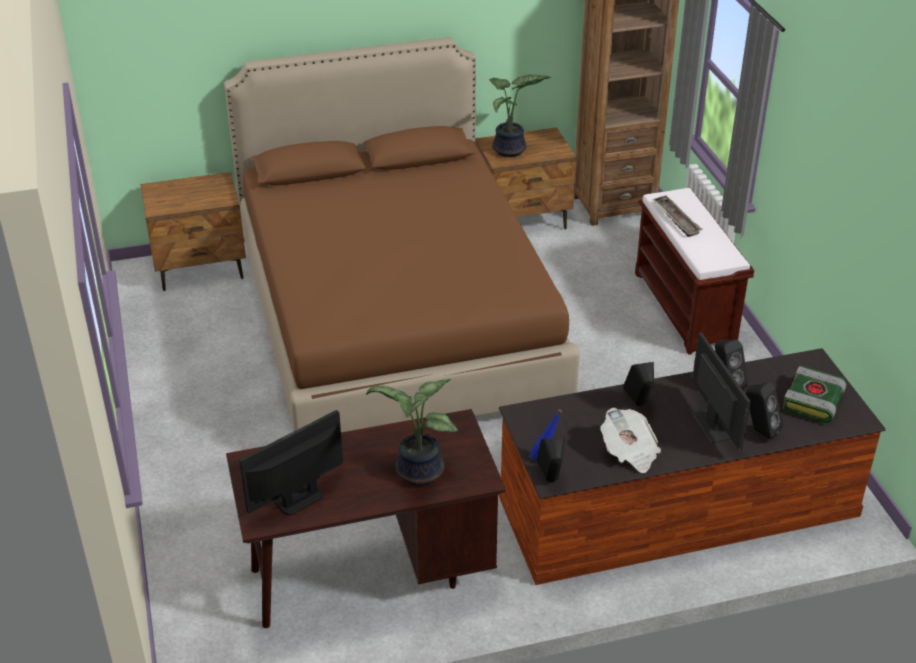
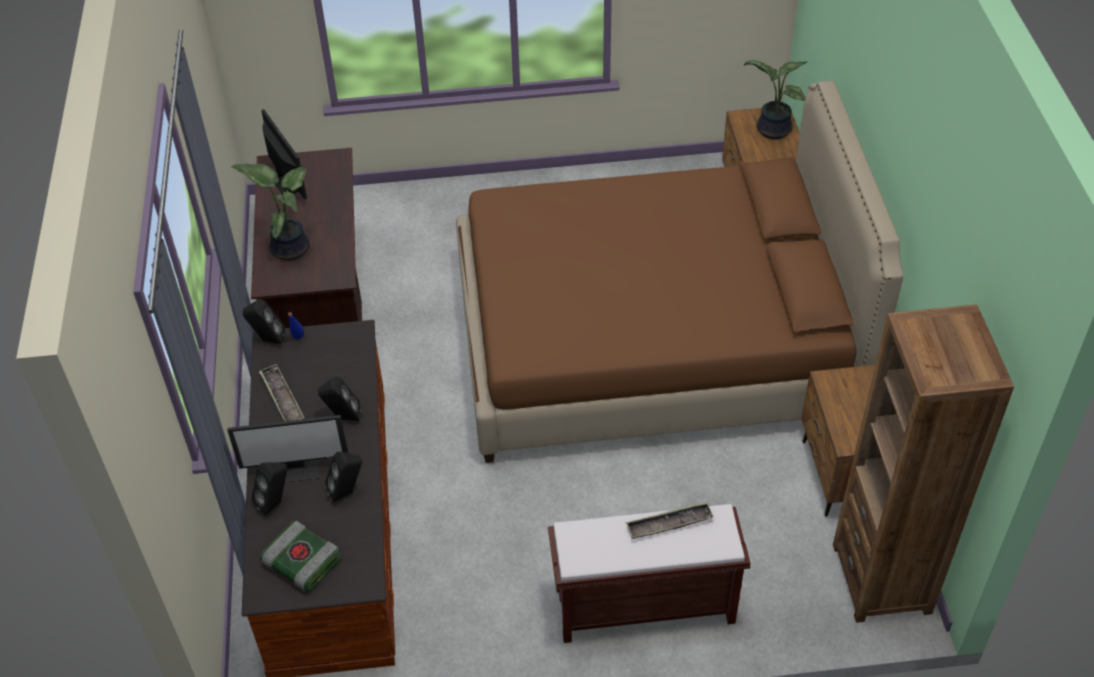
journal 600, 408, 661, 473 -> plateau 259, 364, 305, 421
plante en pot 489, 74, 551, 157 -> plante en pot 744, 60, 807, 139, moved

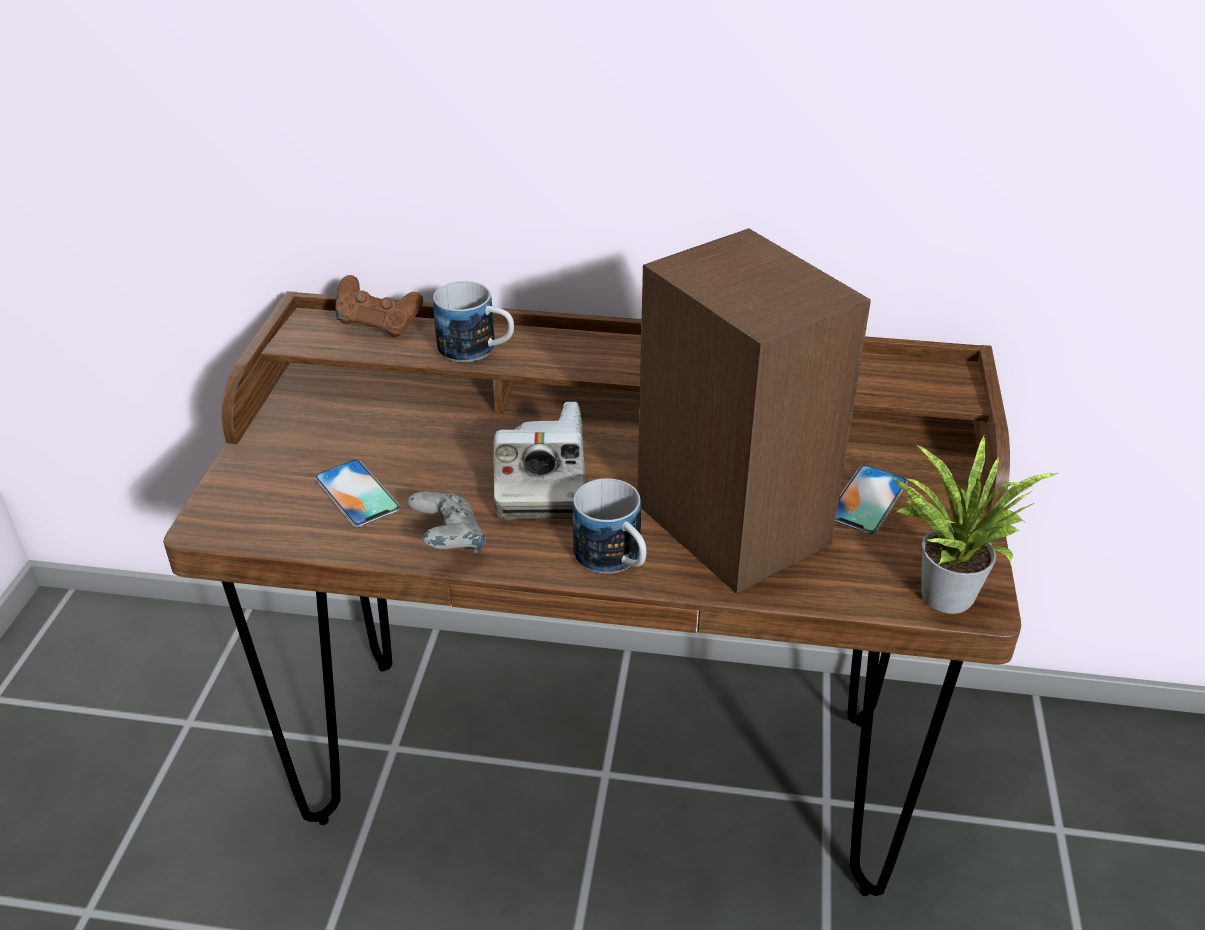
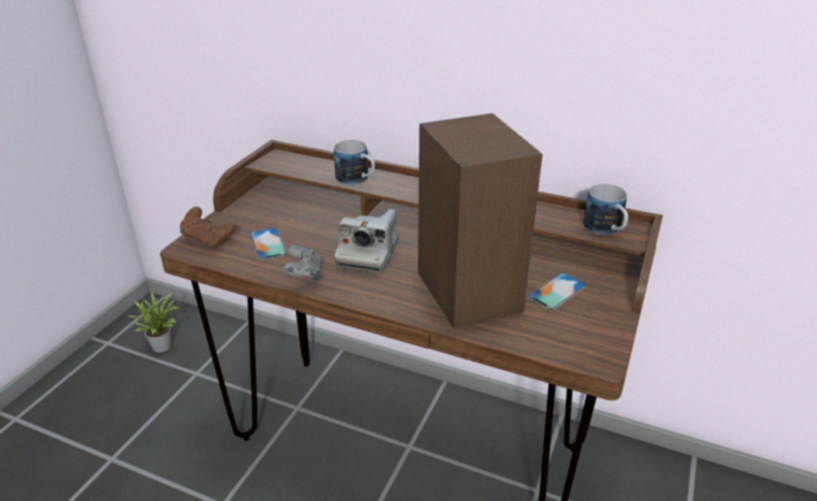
plante en pot 893, 436, 1061, 614 -> plante en pot 127, 291, 180, 352, moved
manette (marron) 335, 275, 423, 337 -> manette (marron) 180, 207, 236, 249, moved
mug 573, 478, 646, 574 -> mug 583, 184, 628, 235, moved

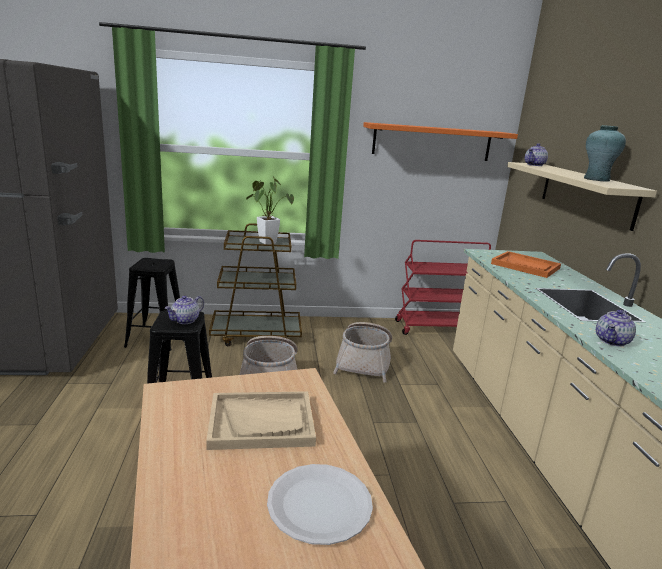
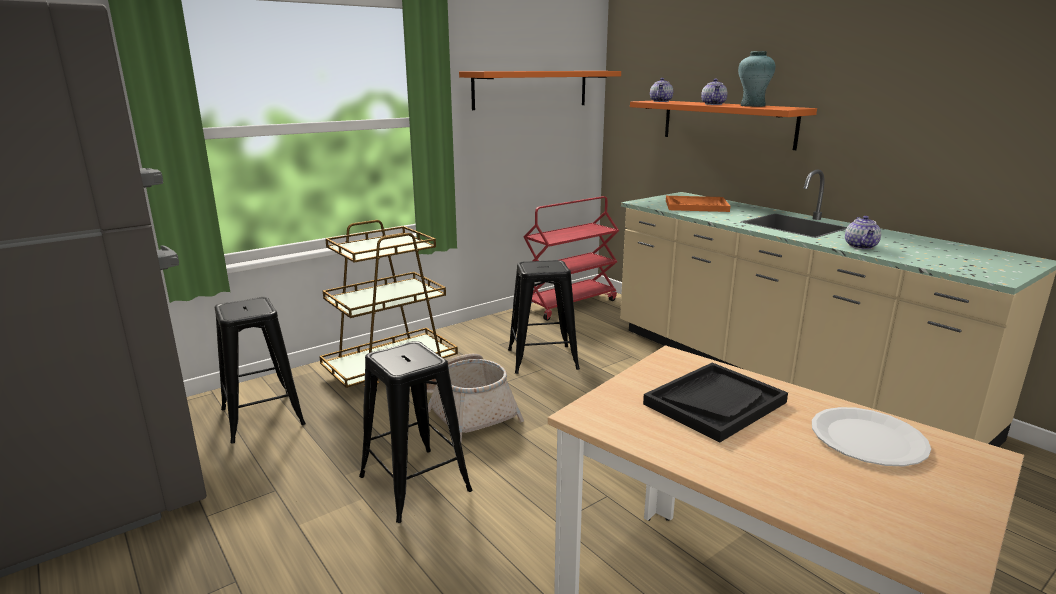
panier 333, 322, 392, 383 -> tabouret (noir) 508, 260, 580, 374
étagère (beige) 507, 162, 657, 231 -> étagère (orange) 630, 101, 817, 150
plateau (beige) 206, 391, 316, 450 -> plateau (noir) 643, 362, 788, 442
théière 165, 296, 204, 324 -> théière 701, 79, 727, 105, moved
plante en pot 246, 176, 294, 244 -> none

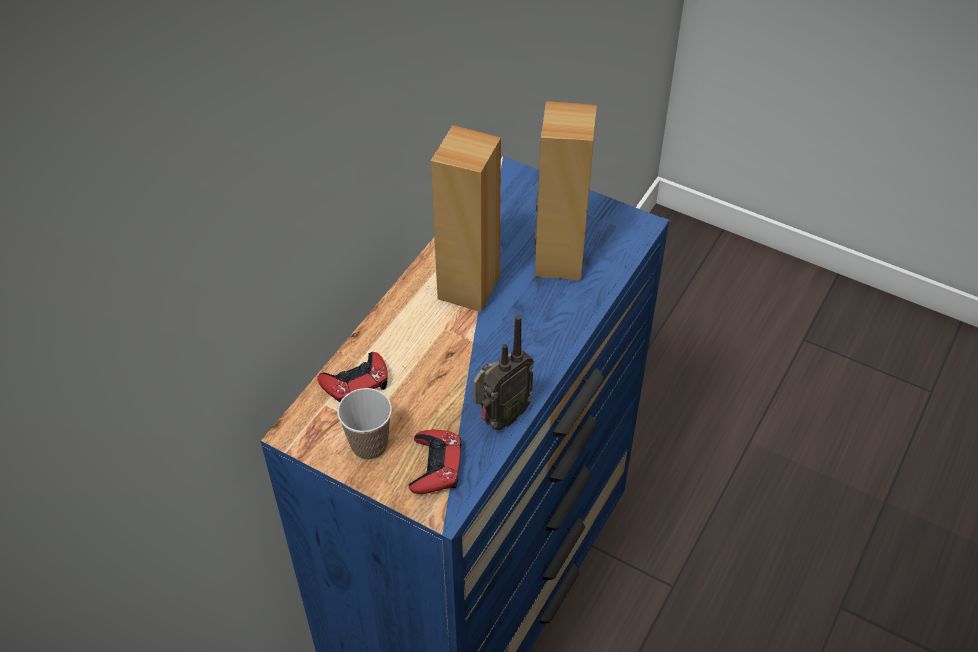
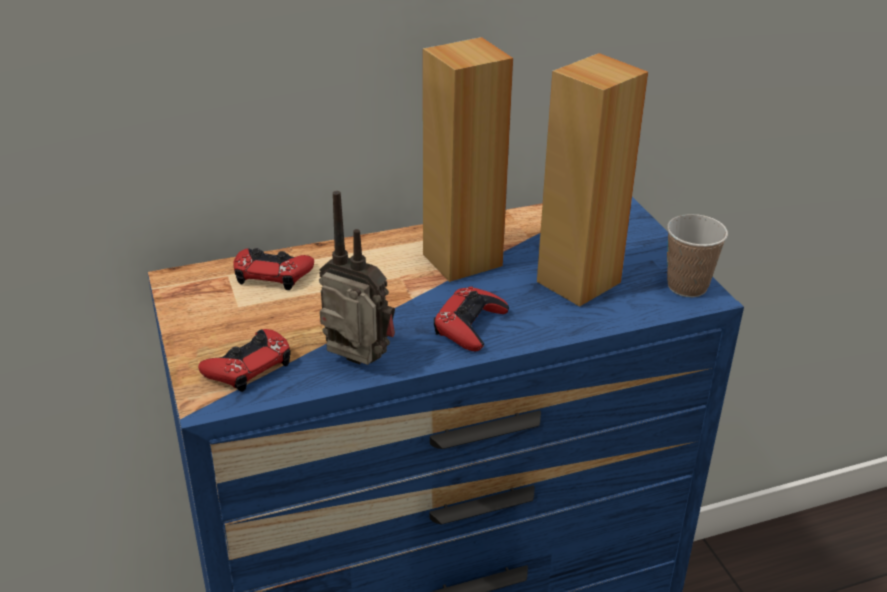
radio 473, 315, 534, 430 -> radio 319, 191, 395, 365, 150 degrees counterclockwise
none -> manette (rouge) 434, 286, 509, 352
tasse 337, 388, 392, 460 -> tasse 667, 214, 728, 297, moved

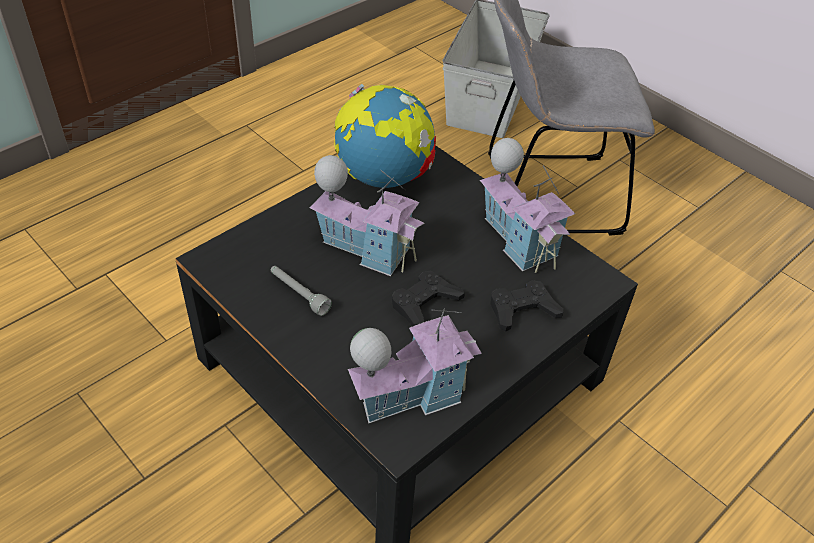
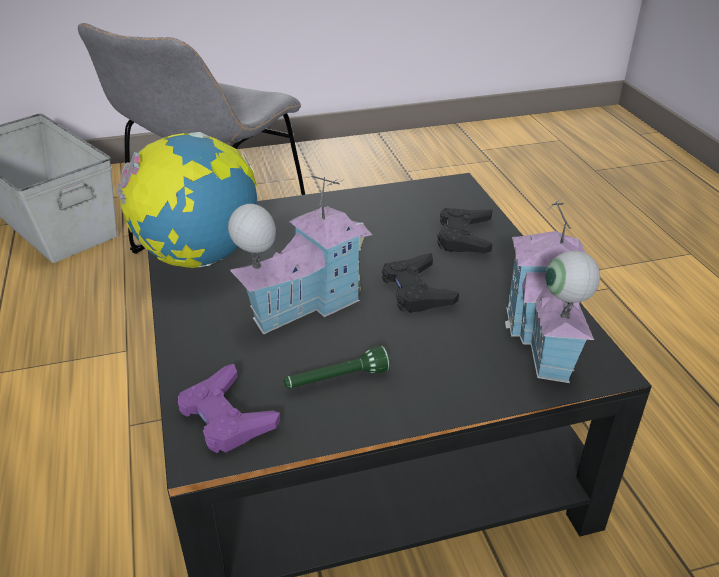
none -> manette (violet) 178, 364, 280, 453
lampe de poche (gris) 271, 266, 332, 316 -> lampe de poche (vert) 284, 345, 390, 388
maison miniature 480, 138, 575, 273 -> none

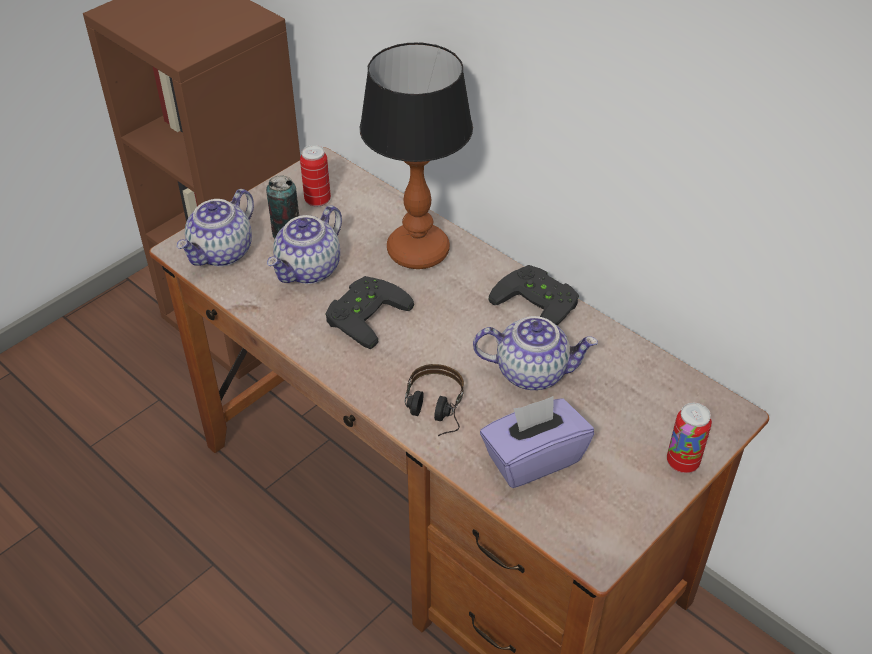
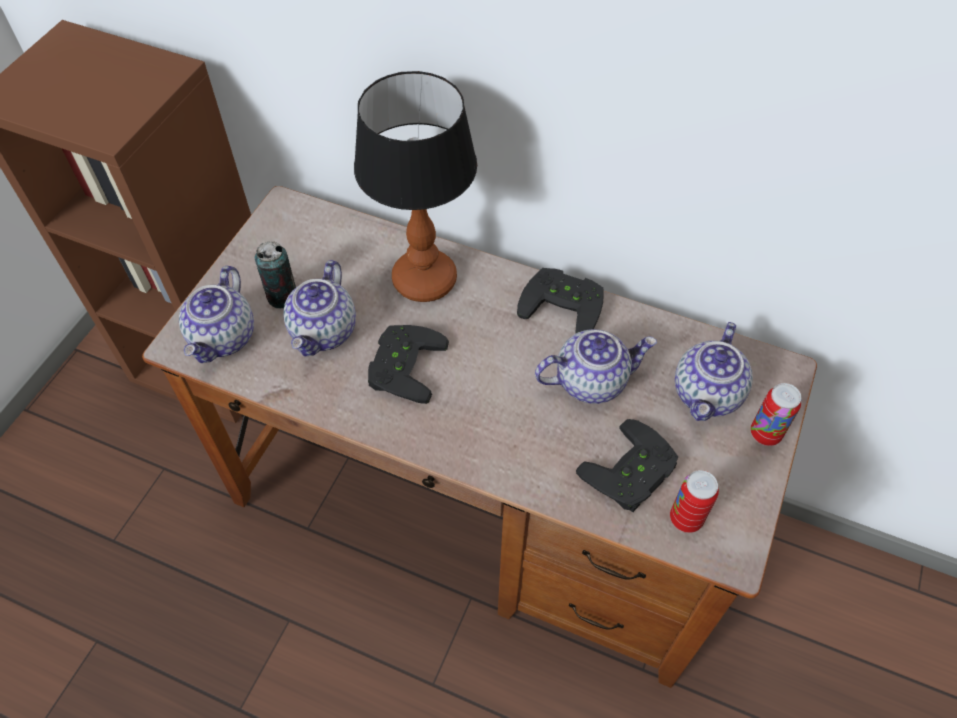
boîte à mouchoirs (violet) 480, 396, 594, 488 -> manette (noir) 576, 419, 678, 512
boîte métallique 300, 145, 331, 207 -> boîte métallique 670, 470, 719, 533, moved
none -> théière 675, 322, 753, 421
casque audio 404, 364, 464, 437 -> none

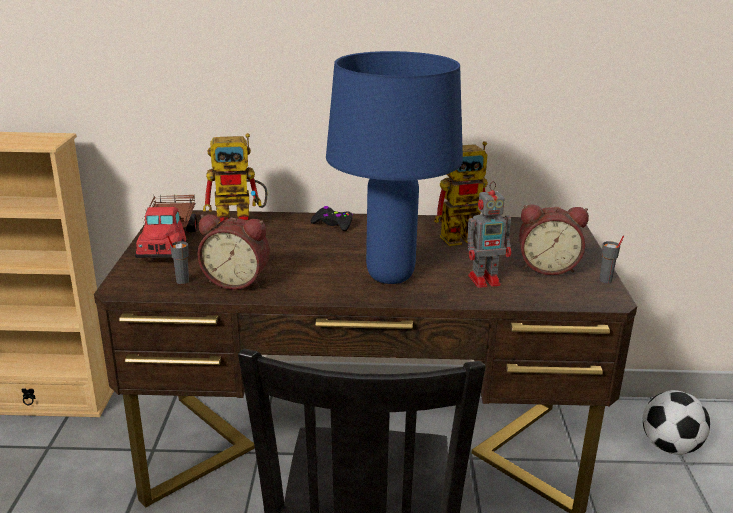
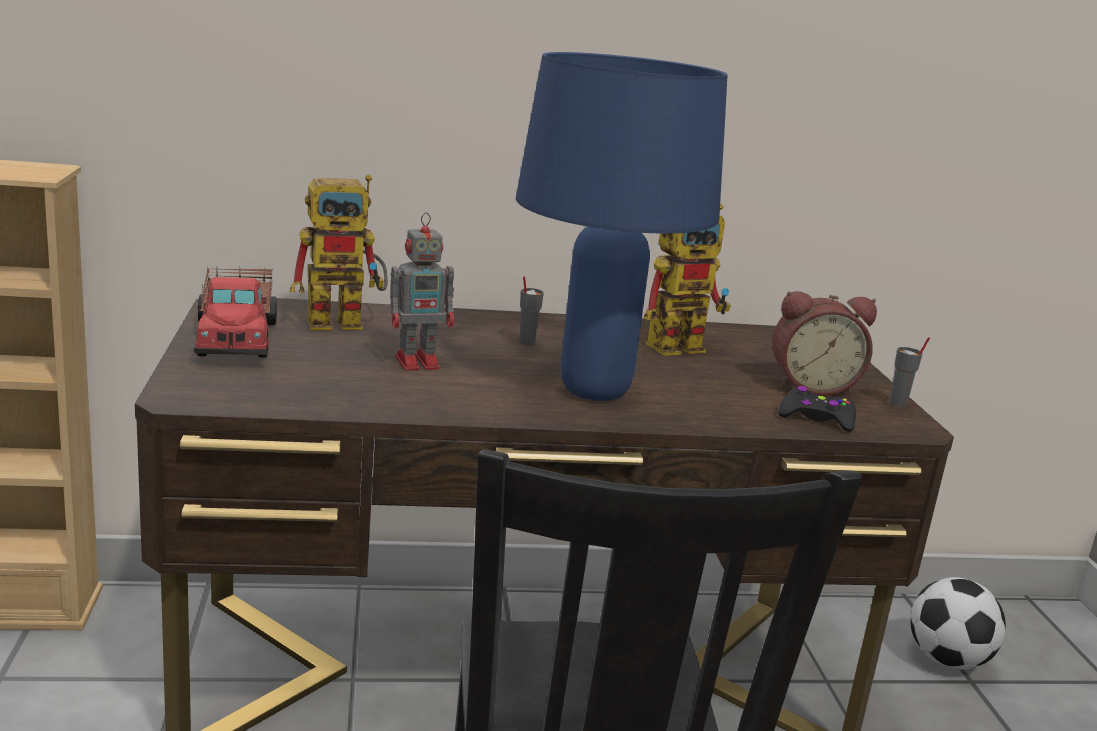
robot jouet 467, 181, 511, 288 -> robot jouet 390, 212, 454, 371, moved
tasse (gris) 167, 235, 189, 284 -> tasse (gris) 519, 276, 544, 345, moved
manette (noir) 310, 206, 353, 231 -> manette (noir) 778, 386, 856, 432, moved
réveil 197, 214, 270, 290 -> none

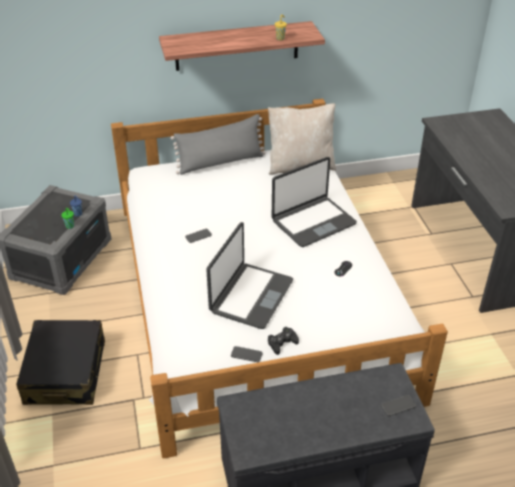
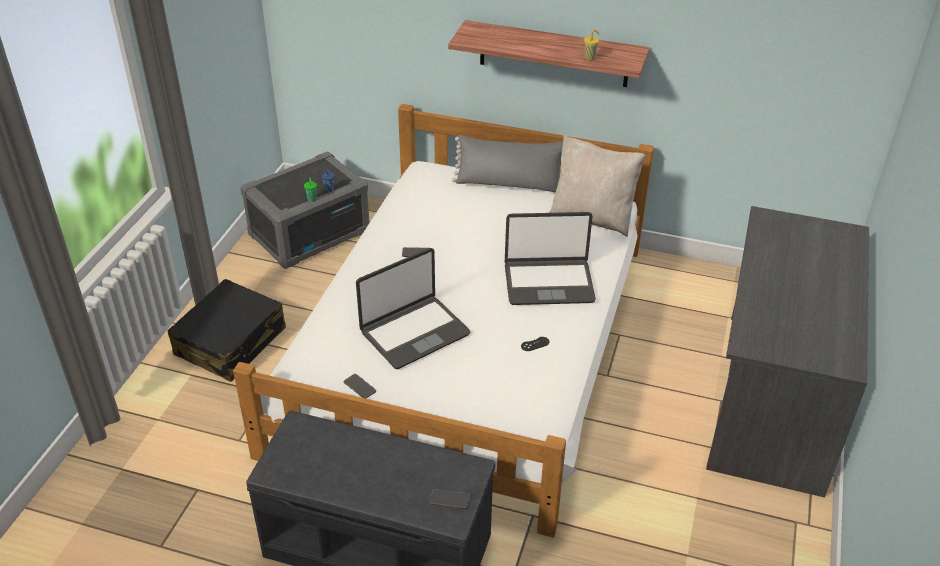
manette (noir) 268, 327, 299, 355 -> none

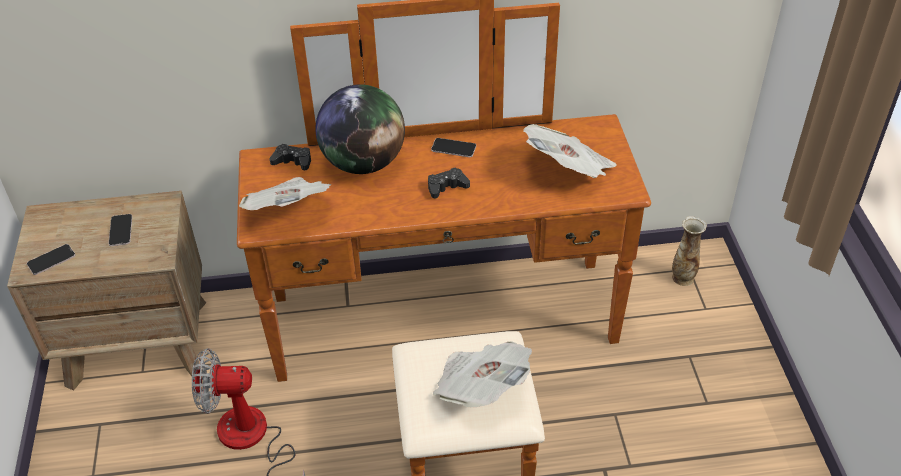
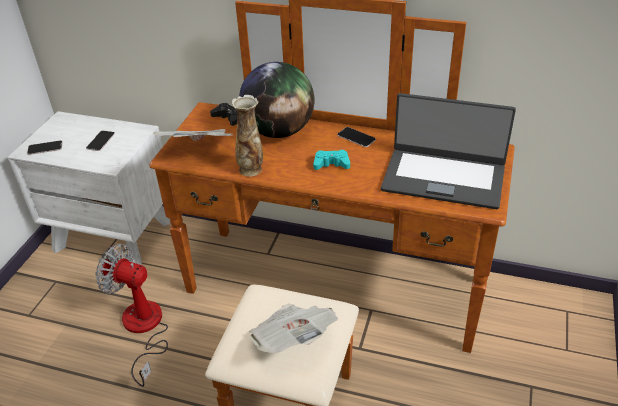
table de chevet (marron) 7, 191, 206, 390 -> table de chevet (blanc) 8, 111, 170, 265
vase 672, 216, 707, 286 -> vase 231, 95, 263, 176, moved
manette (noir) 428, 168, 470, 198 -> manette (turquoise) 313, 150, 350, 170
journal 524, 124, 617, 178 -> ordinateur portable 381, 93, 516, 209

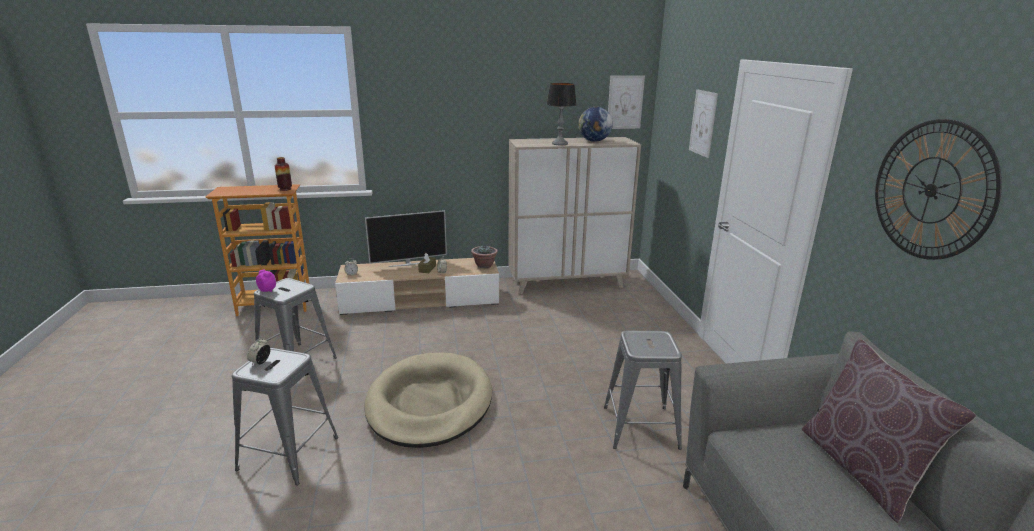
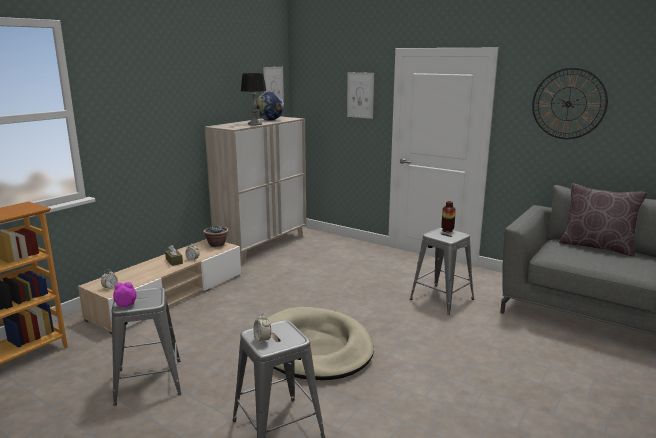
vase 275, 157, 292, 191 -> vase 441, 201, 456, 232, moved
téléviseur 365, 210, 447, 267 -> none

